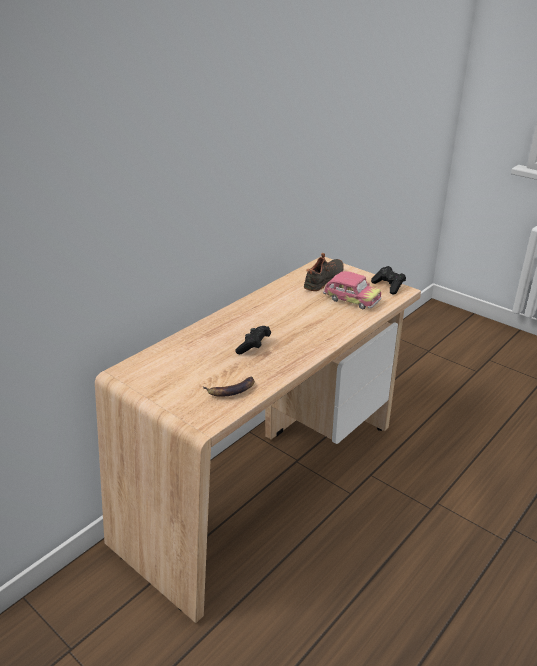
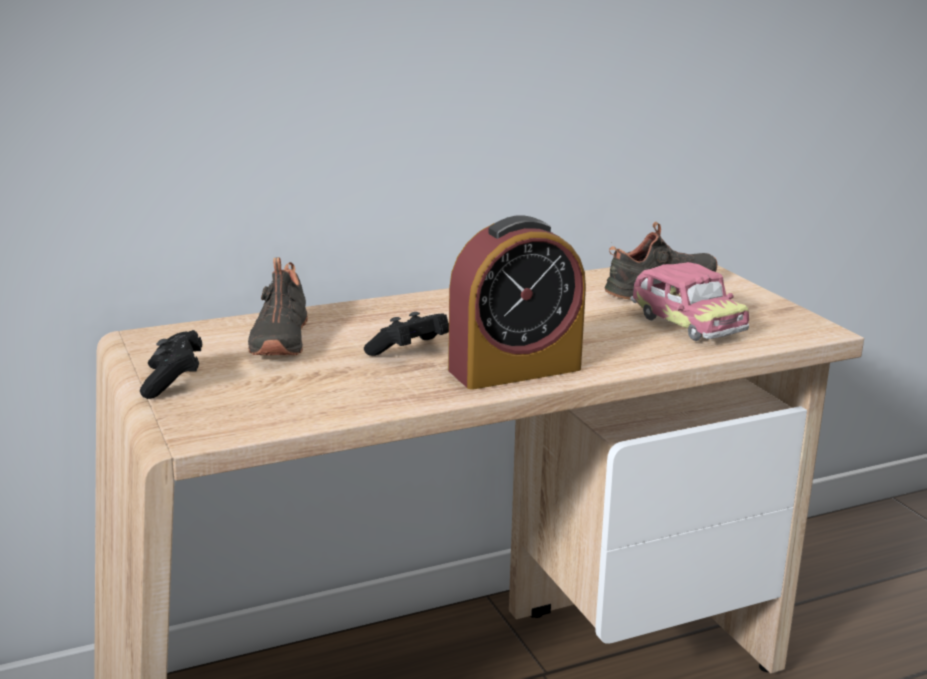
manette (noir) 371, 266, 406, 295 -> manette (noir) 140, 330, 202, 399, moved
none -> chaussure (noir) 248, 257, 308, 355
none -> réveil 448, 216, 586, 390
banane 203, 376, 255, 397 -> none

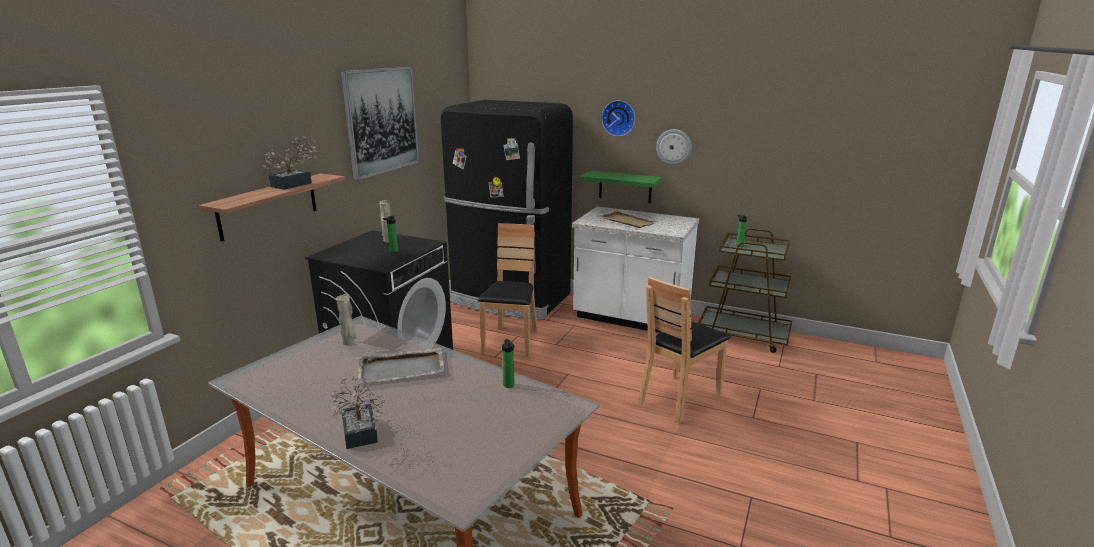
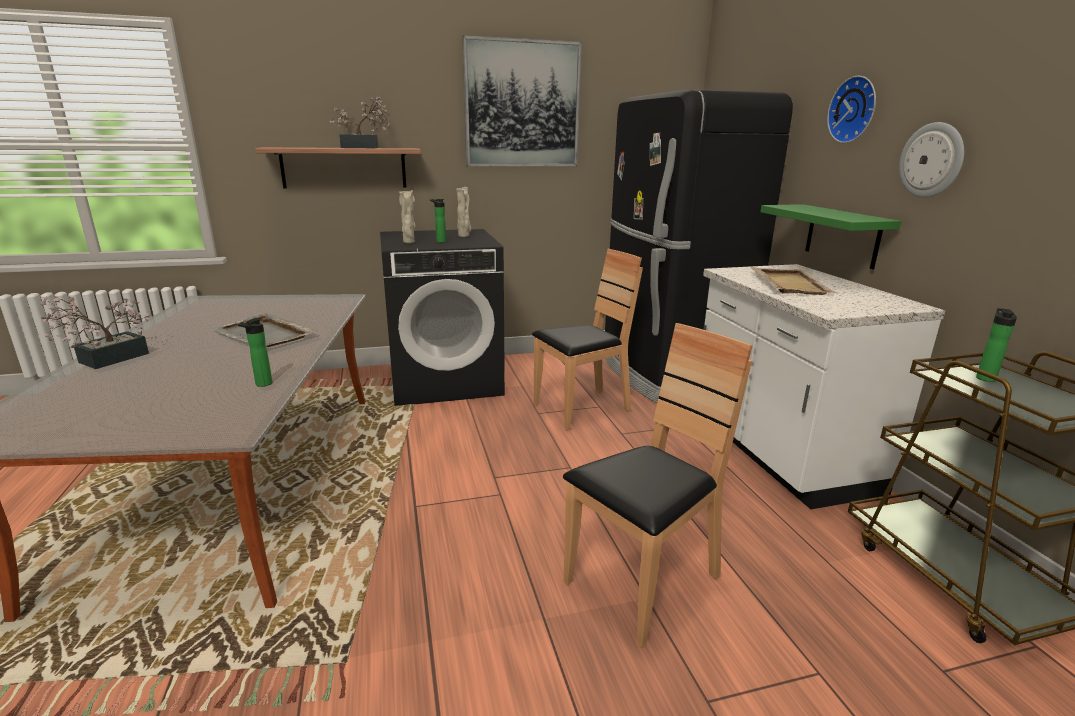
vase (beige) 336, 294, 356, 345 -> vase (beige) 399, 190, 416, 243, moved
chaise (marron) 638, 276, 730, 423 -> chaise (marron) 563, 323, 753, 647, 135 degrees clockwise

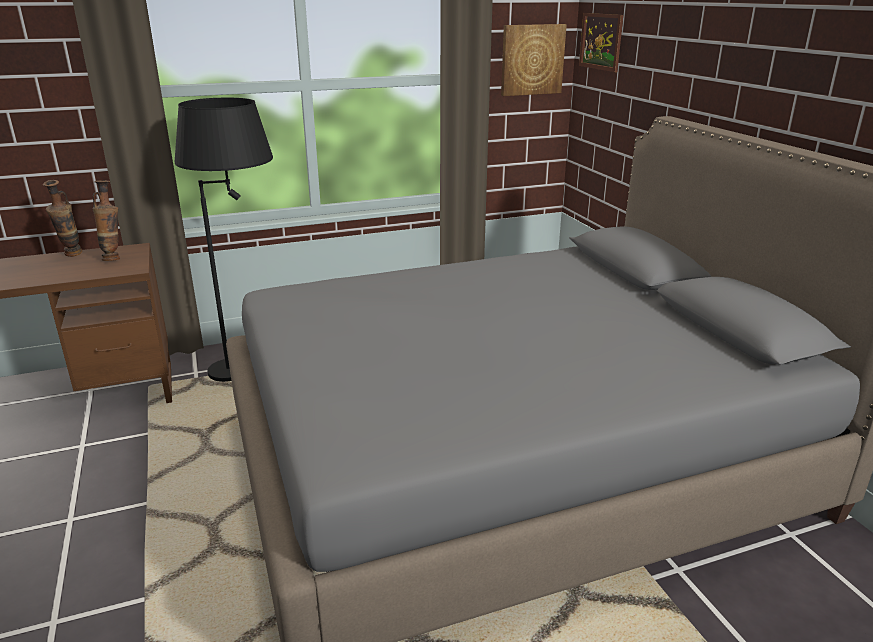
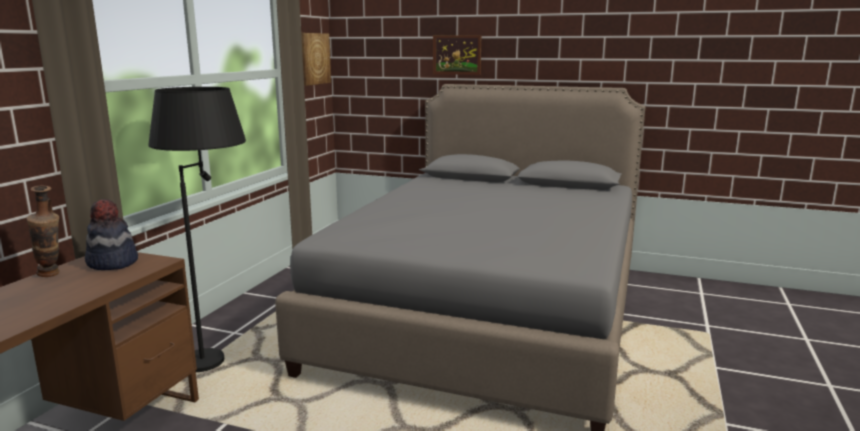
vase 92, 180, 120, 261 -> chapeau 85, 199, 138, 270
tableau 579, 13, 623, 72 -> tableau 433, 35, 481, 75, moved

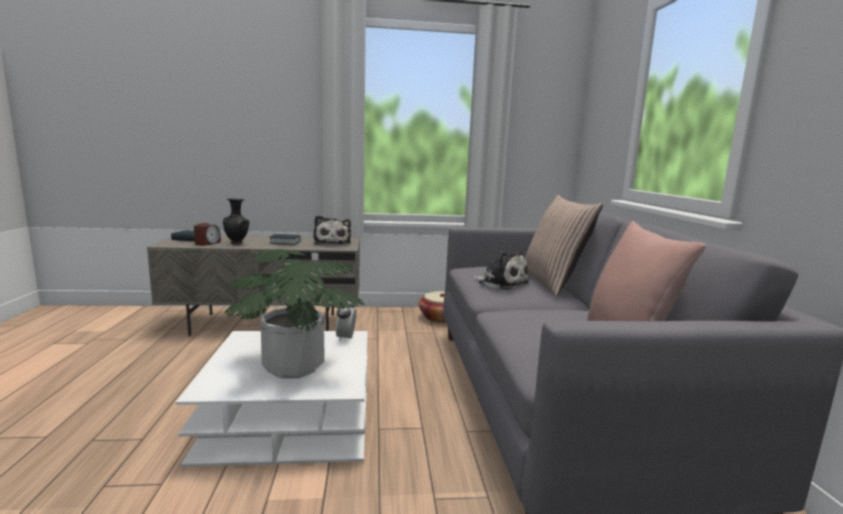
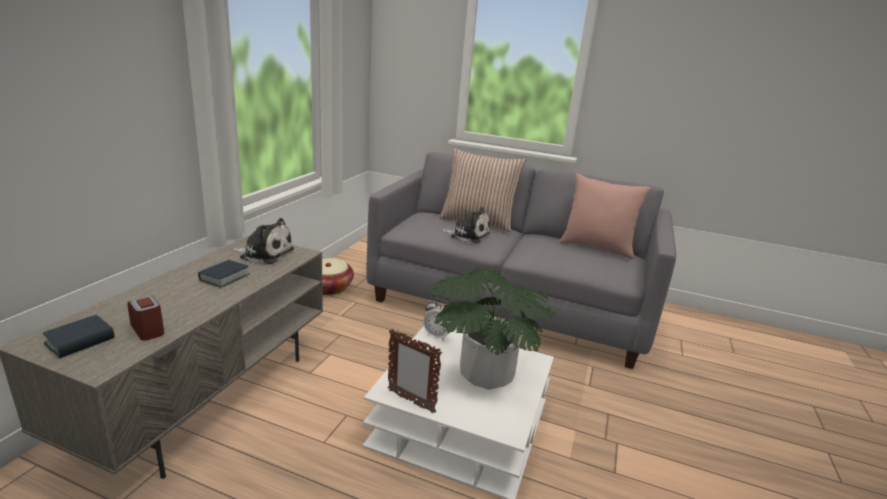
none -> cadre photo 388, 329, 442, 414
peluche 472, 251, 529, 290 -> peluche 441, 207, 490, 243, 45 degrees clockwise
vase (noir) 223, 198, 249, 245 -> none

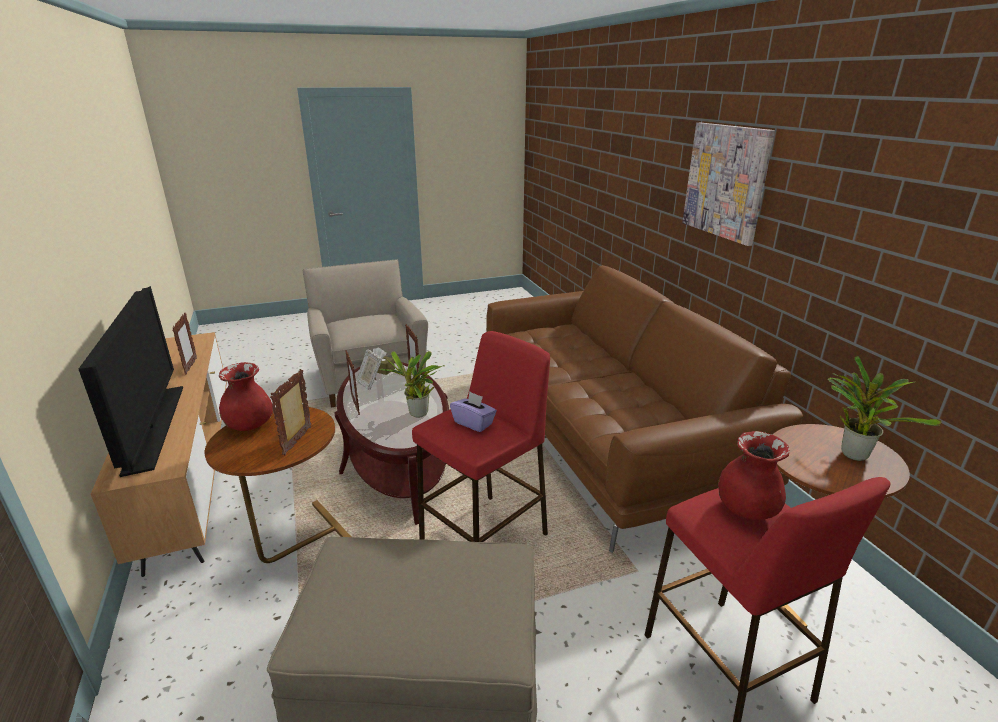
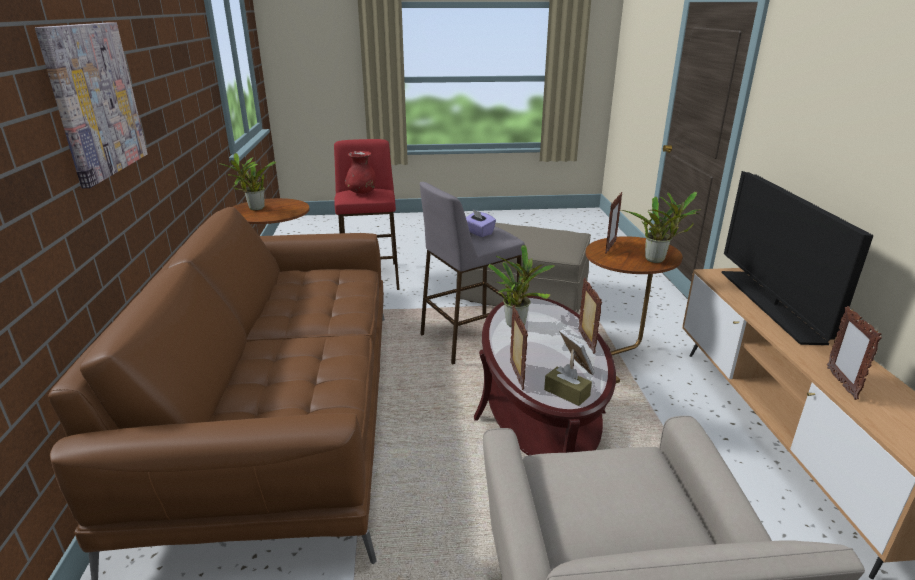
tabouret (rouge) 412, 331, 550, 542 -> tabouret (gris) 420, 182, 525, 364
vase (rouge) 219, 362, 273, 431 -> plante en pot 621, 192, 699, 263

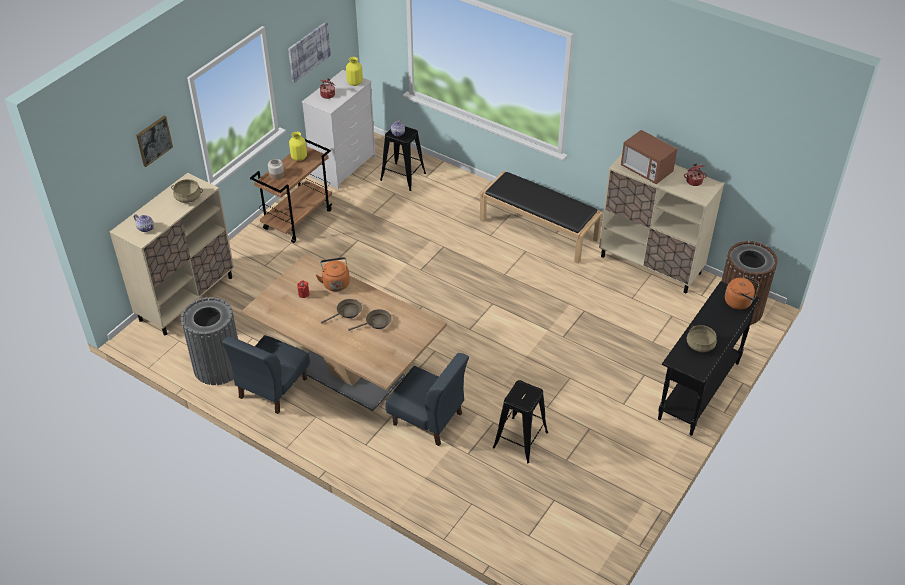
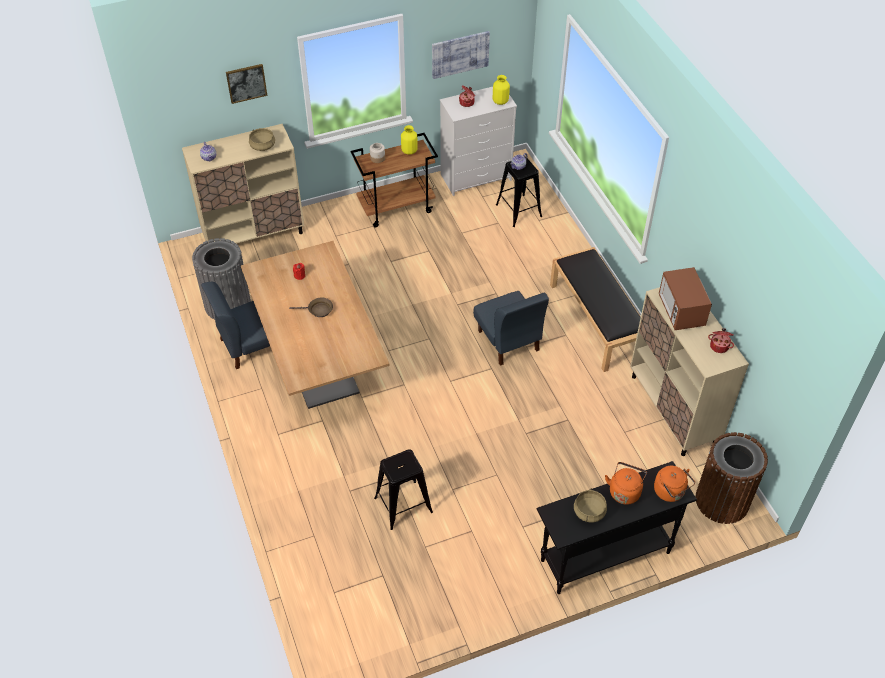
chaise (bleu) 386, 353, 469, 446 -> chaise (bleu) 473, 291, 549, 366, moved
bouilloire (orange) 316, 257, 350, 291 -> bouilloire (orange) 605, 462, 647, 505, moved
poêle (marron) 348, 309, 392, 331 -> none

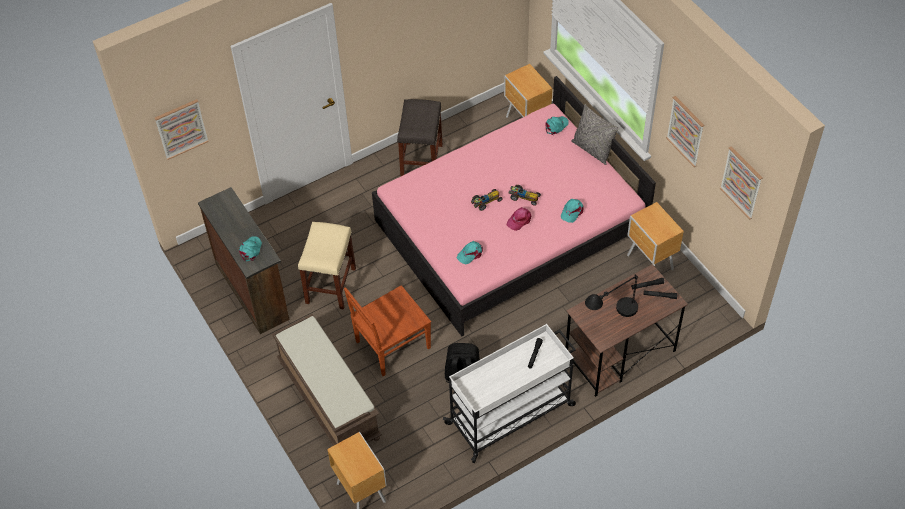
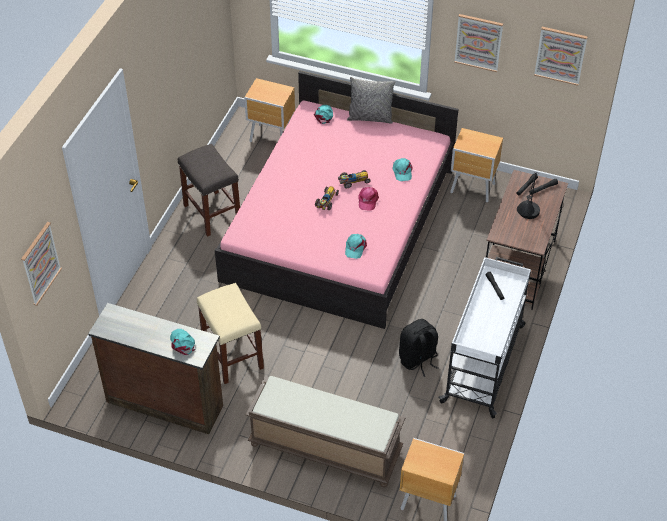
chaise (marron) 344, 285, 431, 376 -> none

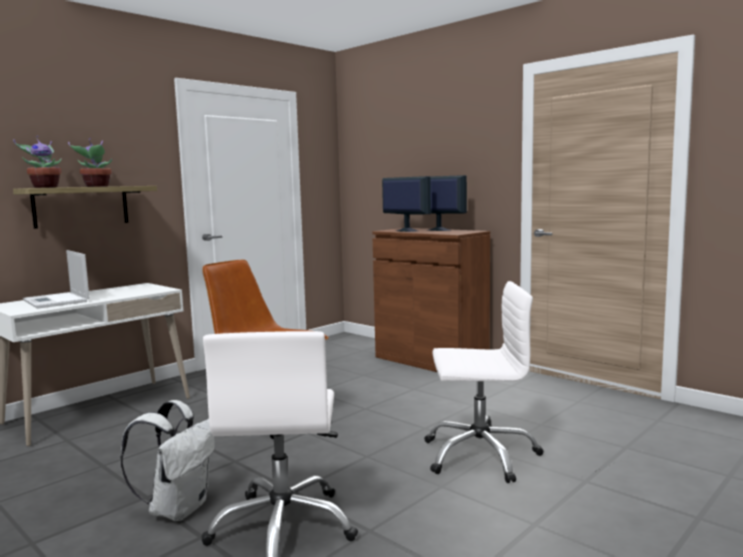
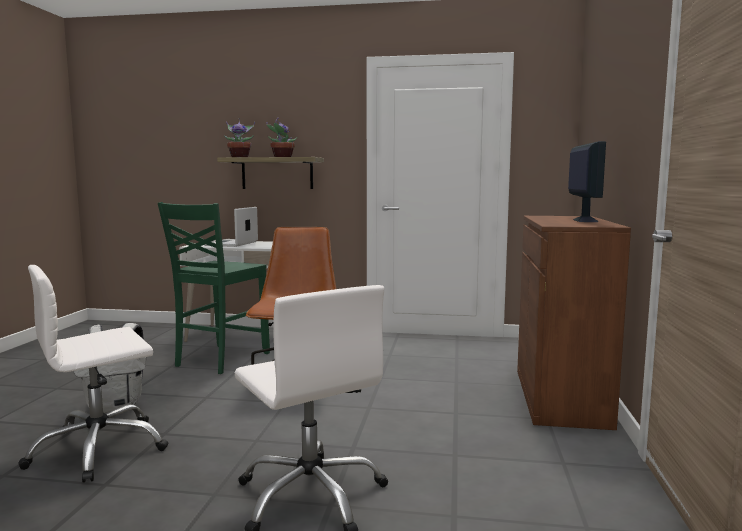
none -> chaise (vert) 158, 202, 270, 374
écran d'ordinateur 382, 176, 431, 232 -> none

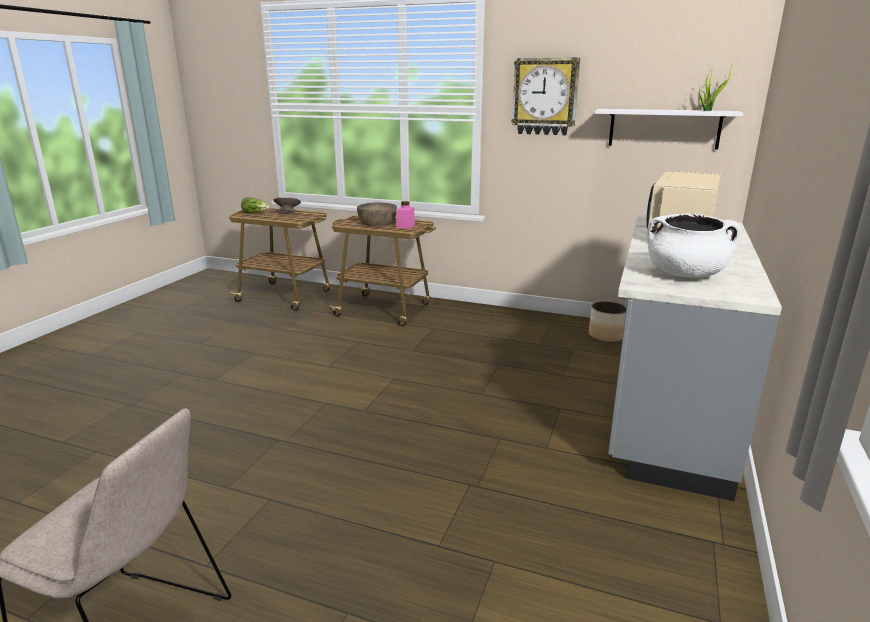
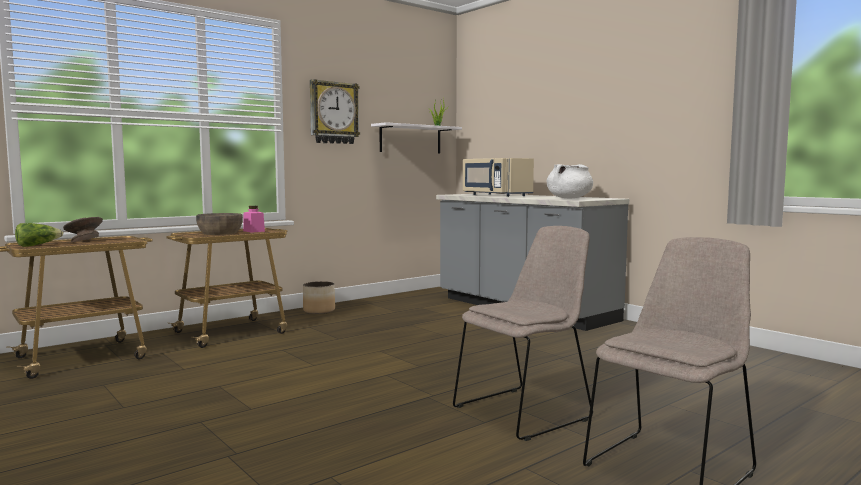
cache-pot 589, 301, 627, 342 -> cache-pot 303, 281, 335, 314, moved
none -> chaise (beige) 453, 226, 593, 441

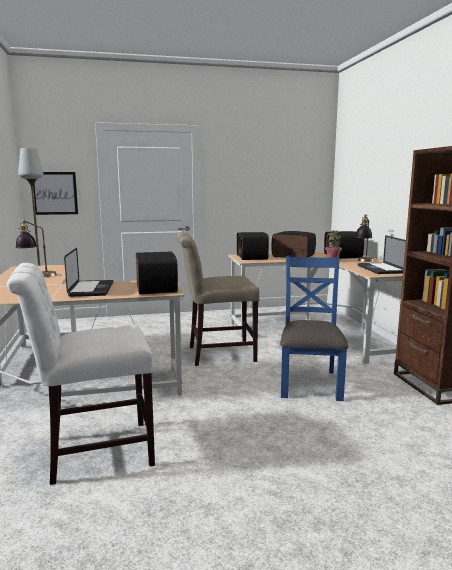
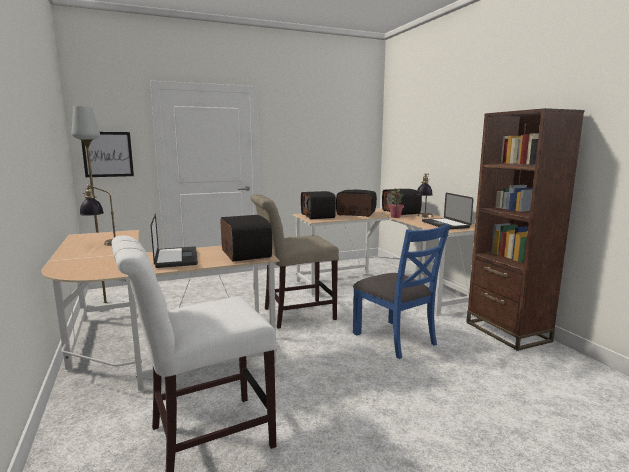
chaise (bleu) 280, 256, 349, 401 -> chaise (bleu) 353, 223, 450, 359, 150 degrees clockwise

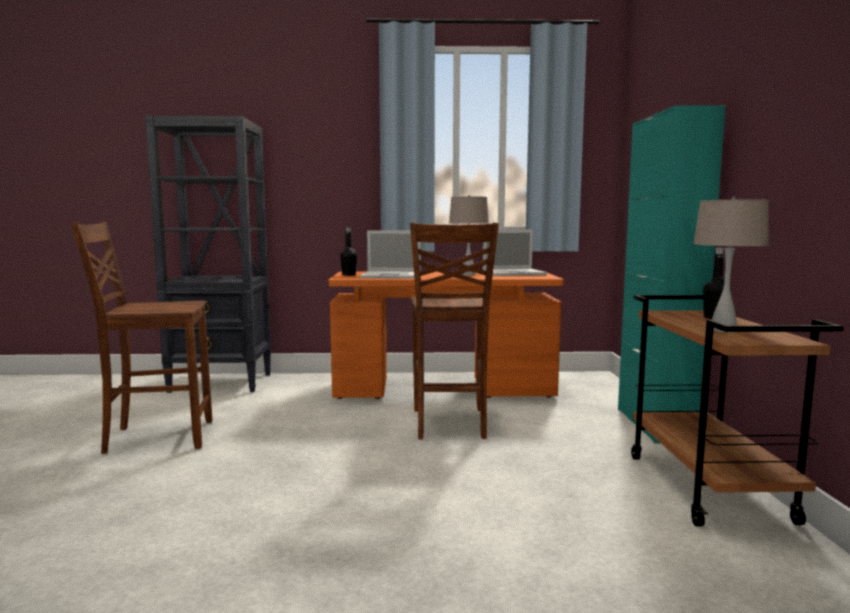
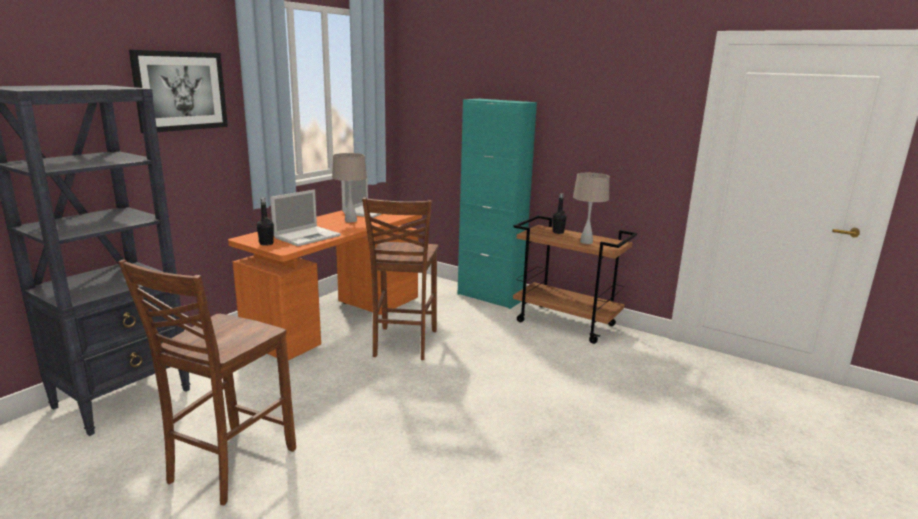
none -> tableau 129, 50, 228, 133
chaise (marron) 410, 222, 499, 440 -> chaise (marron) 362, 197, 438, 360, 60 degrees clockwise

